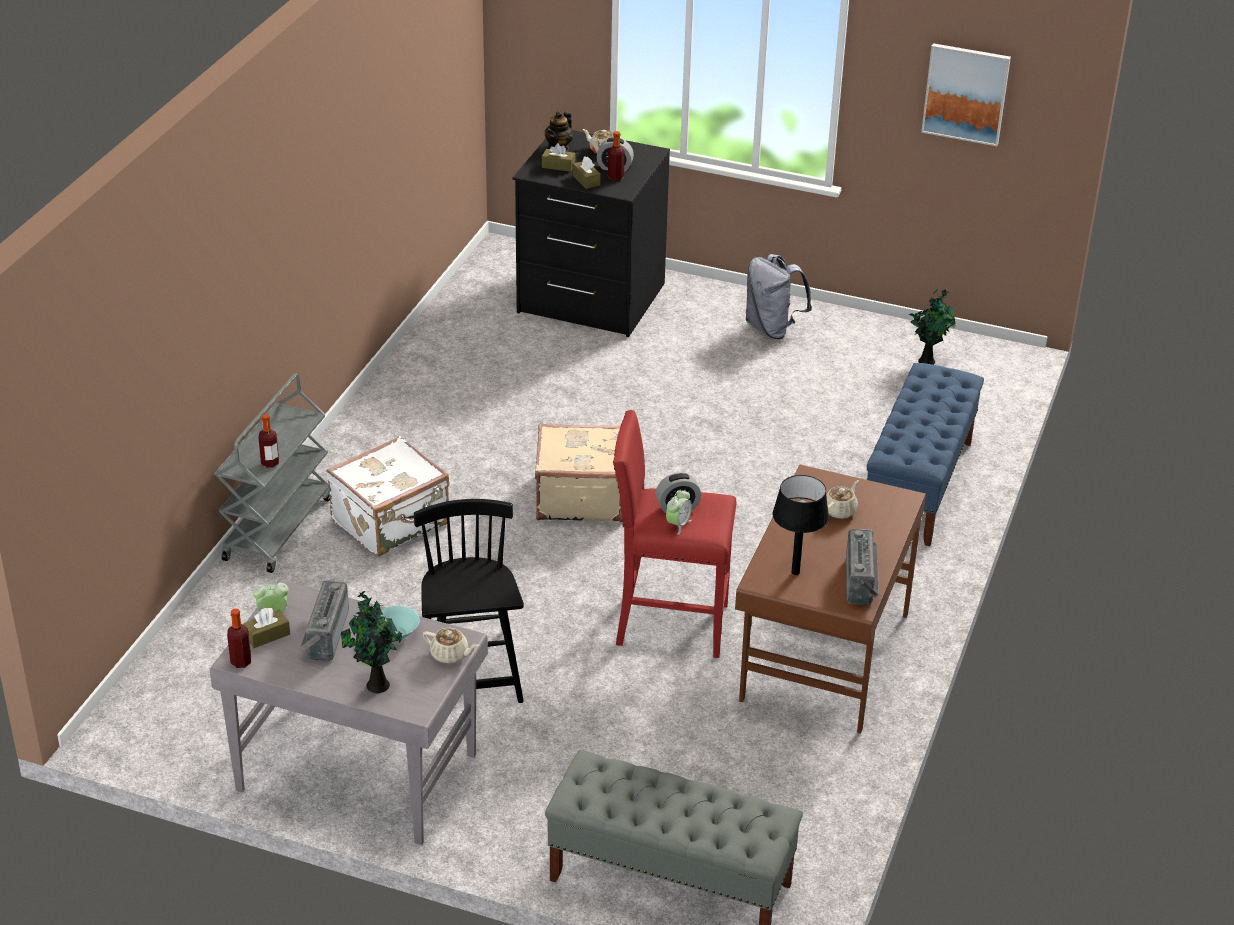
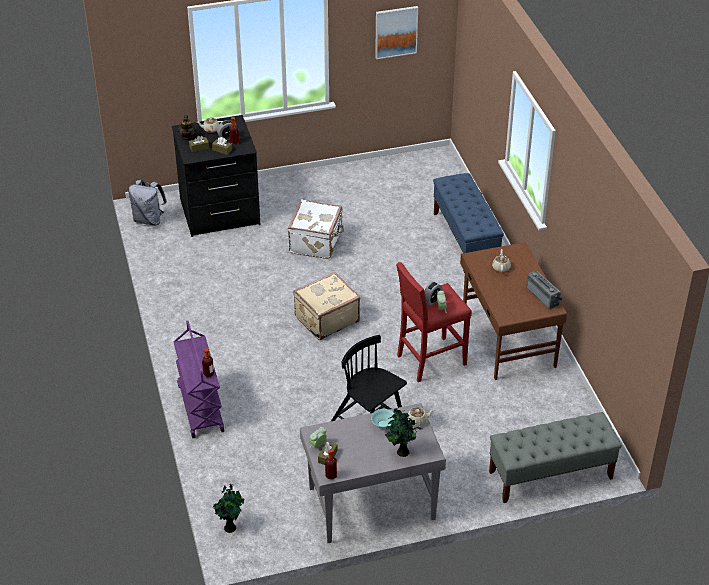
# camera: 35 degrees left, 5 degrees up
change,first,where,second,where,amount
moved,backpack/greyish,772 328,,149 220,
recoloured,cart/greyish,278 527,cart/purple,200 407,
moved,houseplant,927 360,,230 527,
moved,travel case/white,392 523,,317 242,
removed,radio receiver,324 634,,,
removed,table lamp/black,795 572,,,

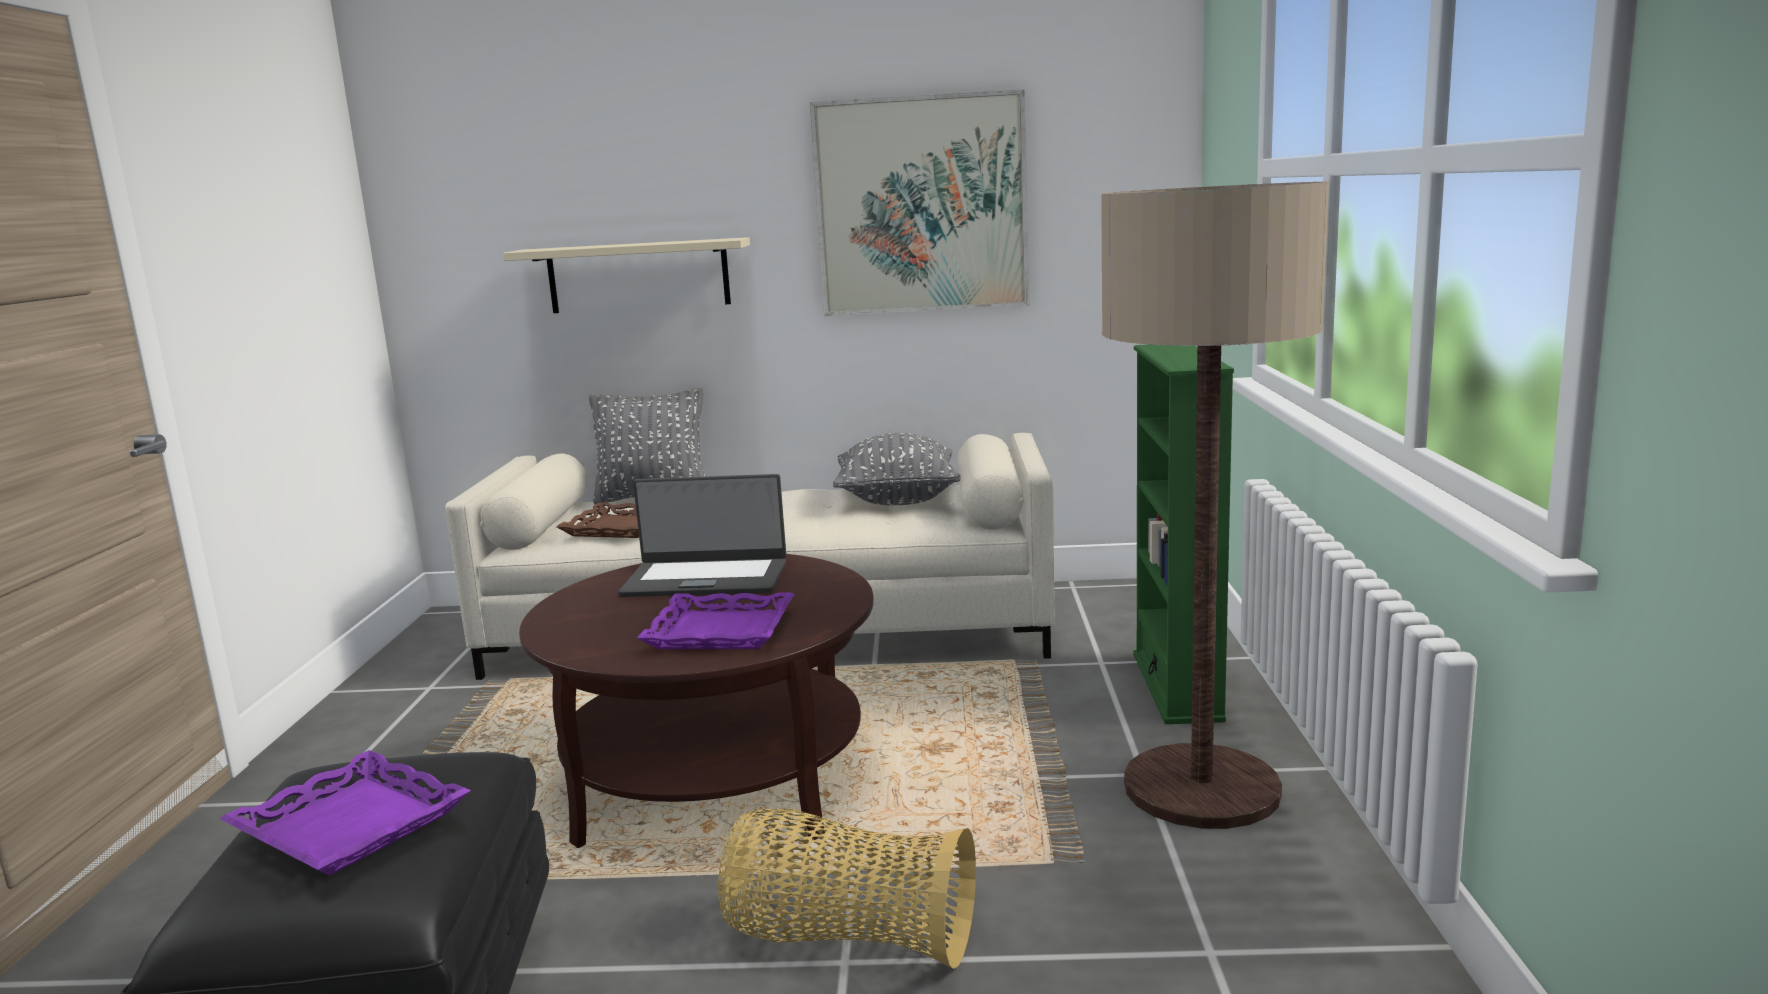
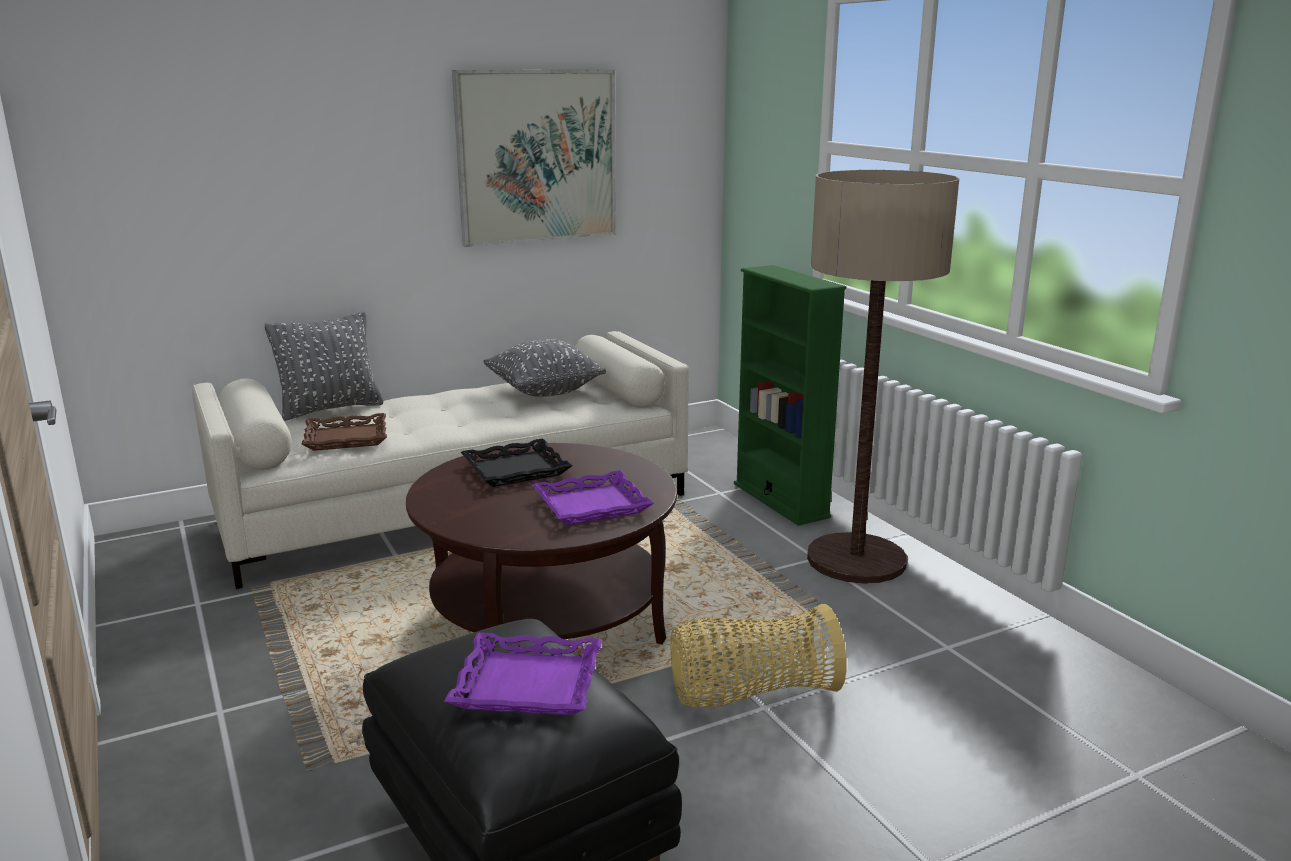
# camera: 30 degrees left, 5 degrees up
change,first,where,second,where,amount
replaced,laptop,706 578,carrying tray/black,516 469,
removed,bracket shelf/beige-coloured,638 276,,,

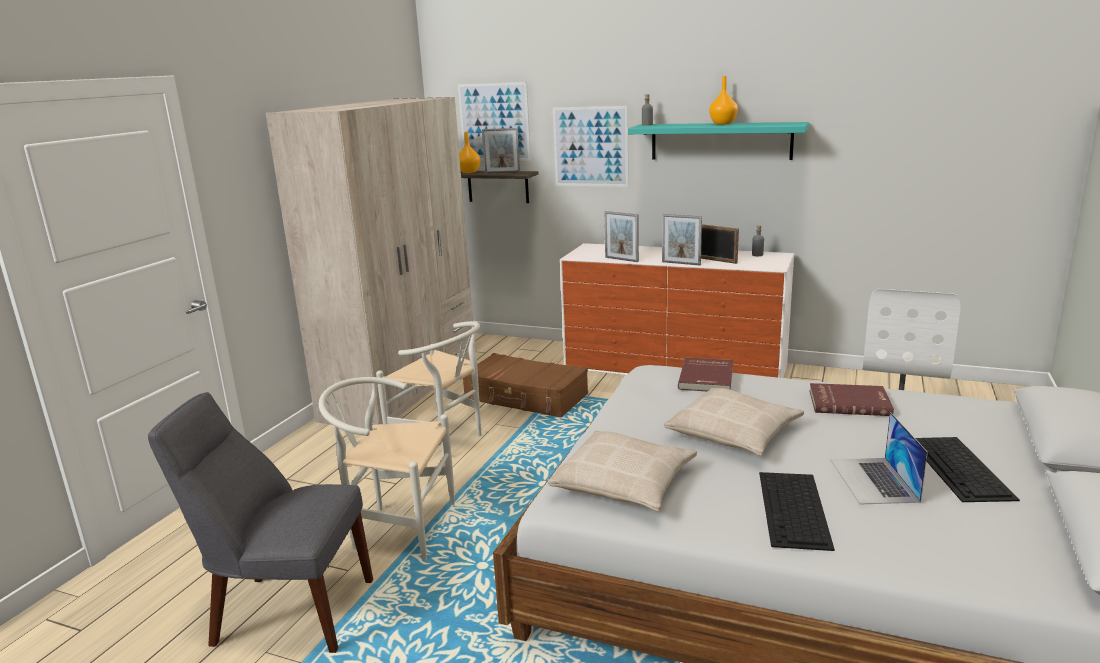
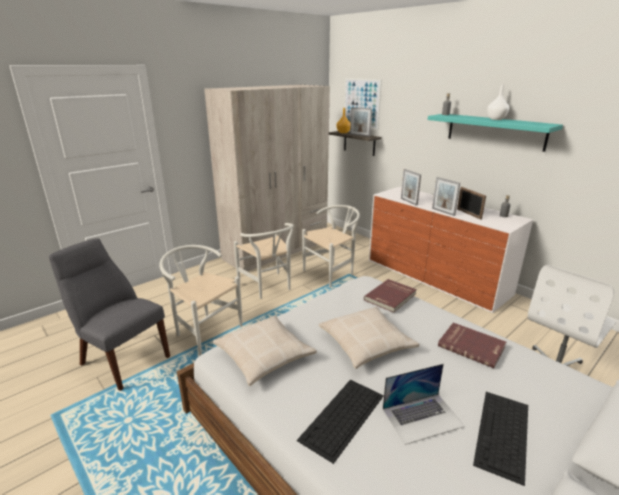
# camera: 25 degrees right, 5 degrees up
change,first,where,second,where,amount
replaced,travel case/brown-coloured,526 397,plain chair/white,332 273,
turned,laptop,873 480,,422 417,135 degrees counterclockwise
recoloured,vase/orange-coloured,722 124,vase/white,495 119,
removed,wall picture,590 146,,,

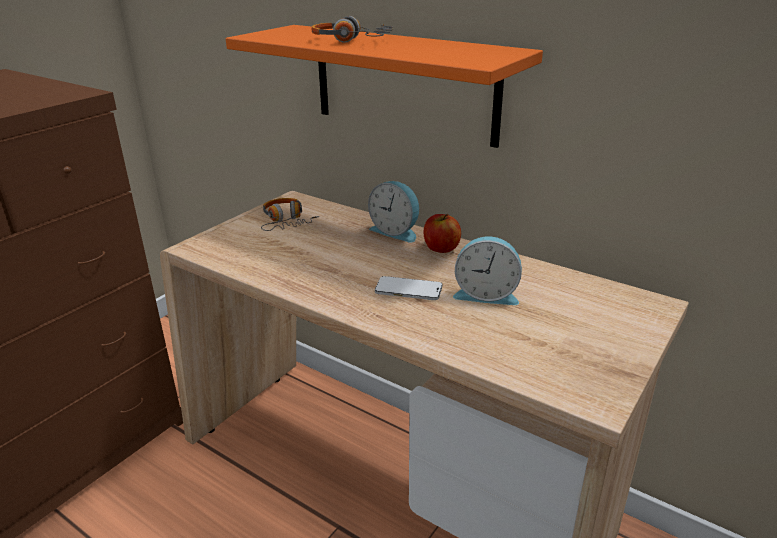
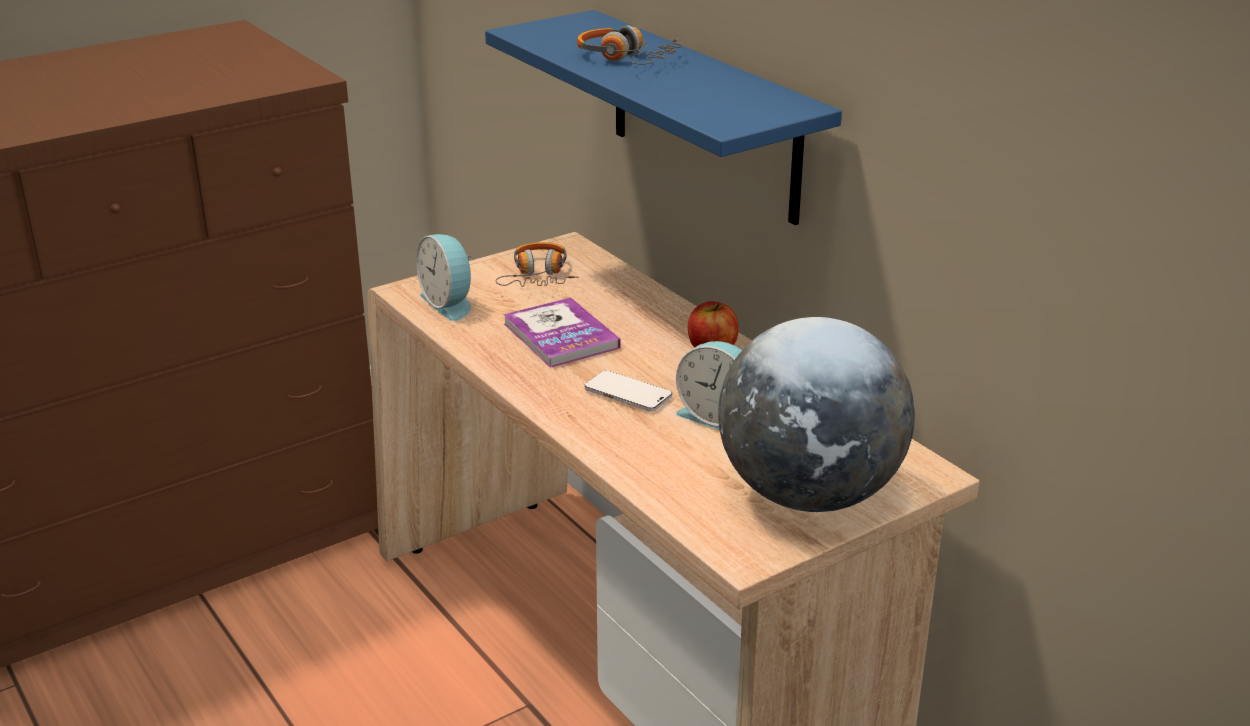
# camera: 20 degrees right, 0 degrees up
change,first,where,second,where,amount
moved,alarm clock,396 231,,449 303,
recoloured,bracket shelf/orange-coloured,403 83,bracket shelf/blue,704 116,
added,,,bound book,561 336,
added,,,desk globe,810 494,

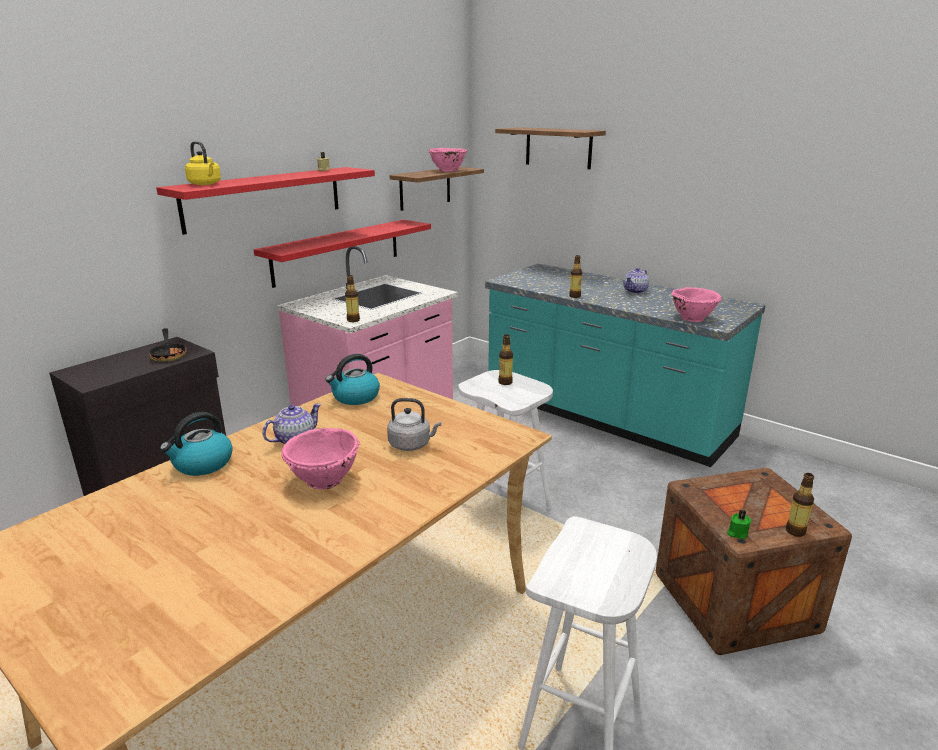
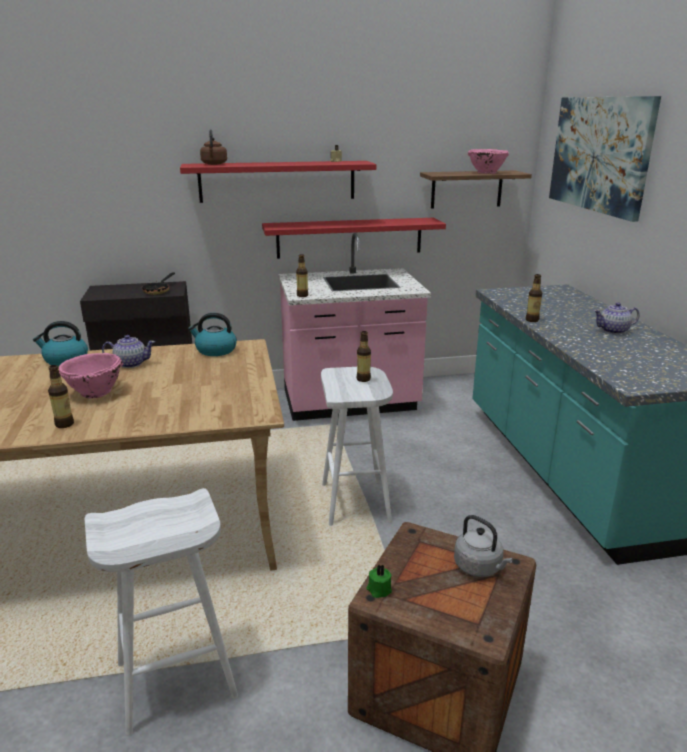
# camera: 40 degrees right, 0 degrees up
change,first,where,second,where,amount
moved,beverage bottle,795 531,,64 424,
recoloured,tea kettle/yellow-coloured,205 184,tea kettle/brown-coloured,214 164,
moved,tea kettle/greyish,412 444,,479 567,
replaced,bracket shelf,558 148,wall picture,599 154,
removed,deep dish/pink,692 318,,,

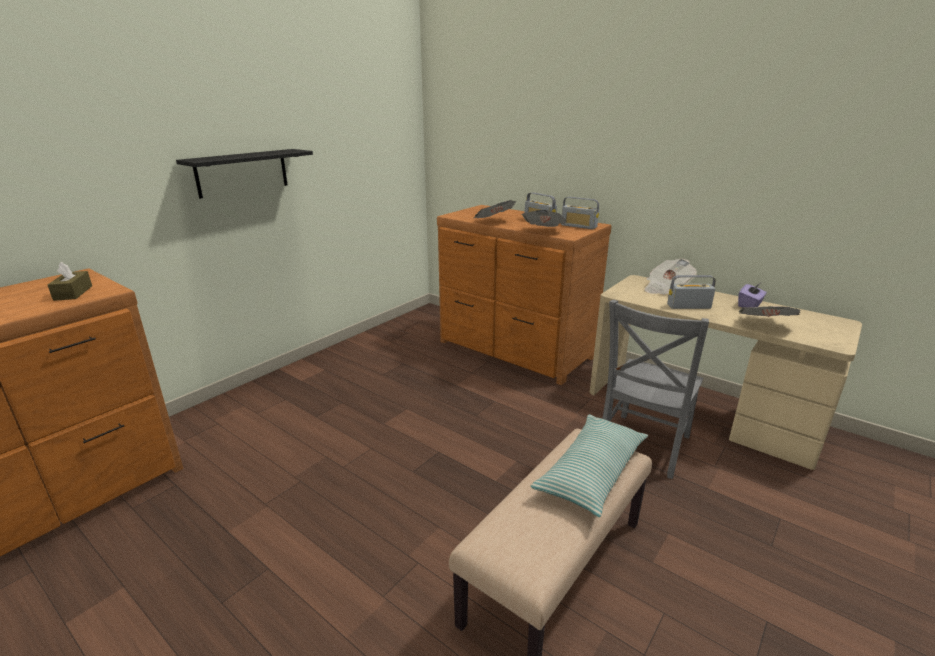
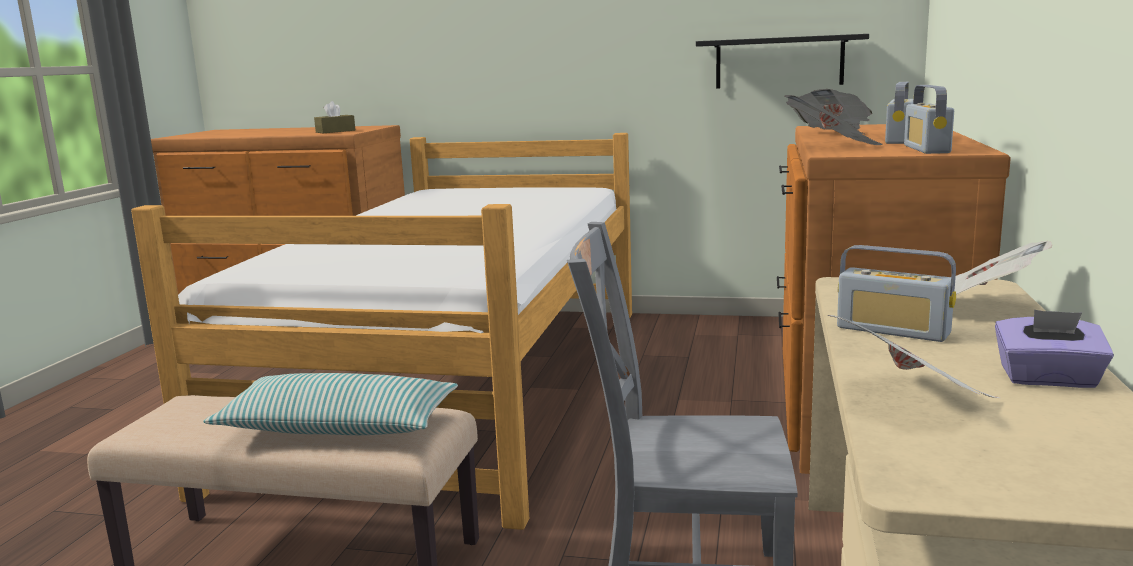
# camera: 65 degrees right, 10 degrees down
change,first,where,second,where,amount
added,,,bed,463 385,
moved,bracket shelf/black,242 172,,779 62,
turned,radio receiver,688 306,,893 330,150 degrees clockwise

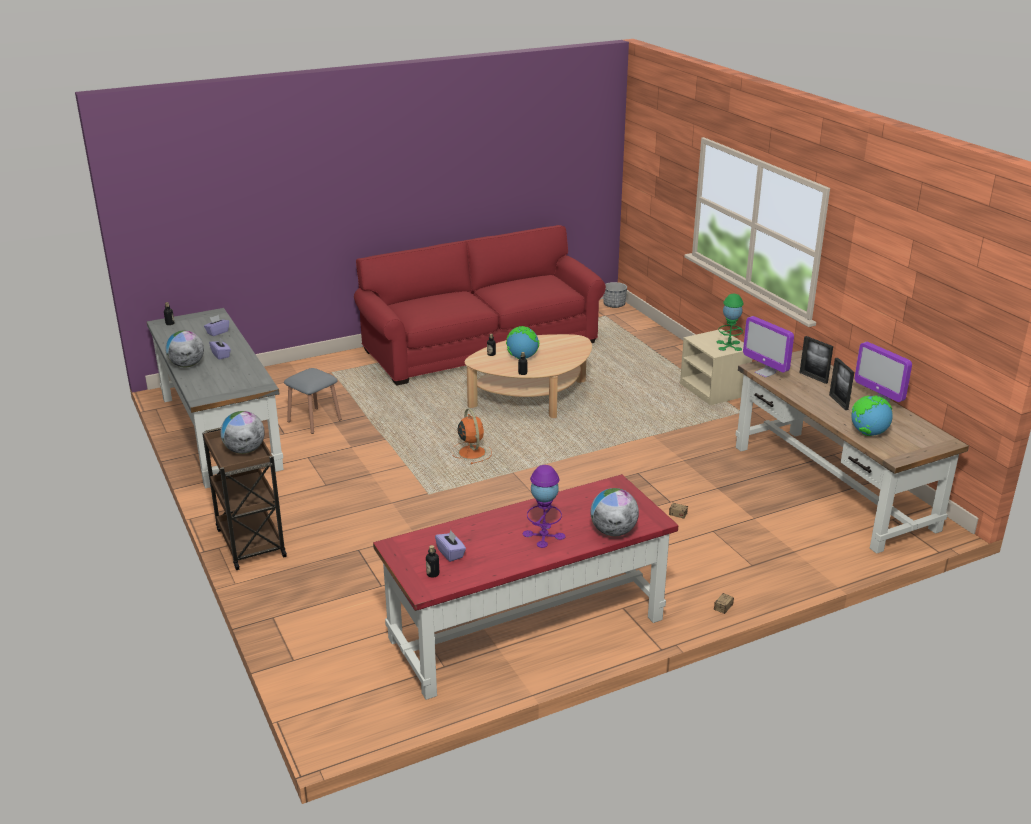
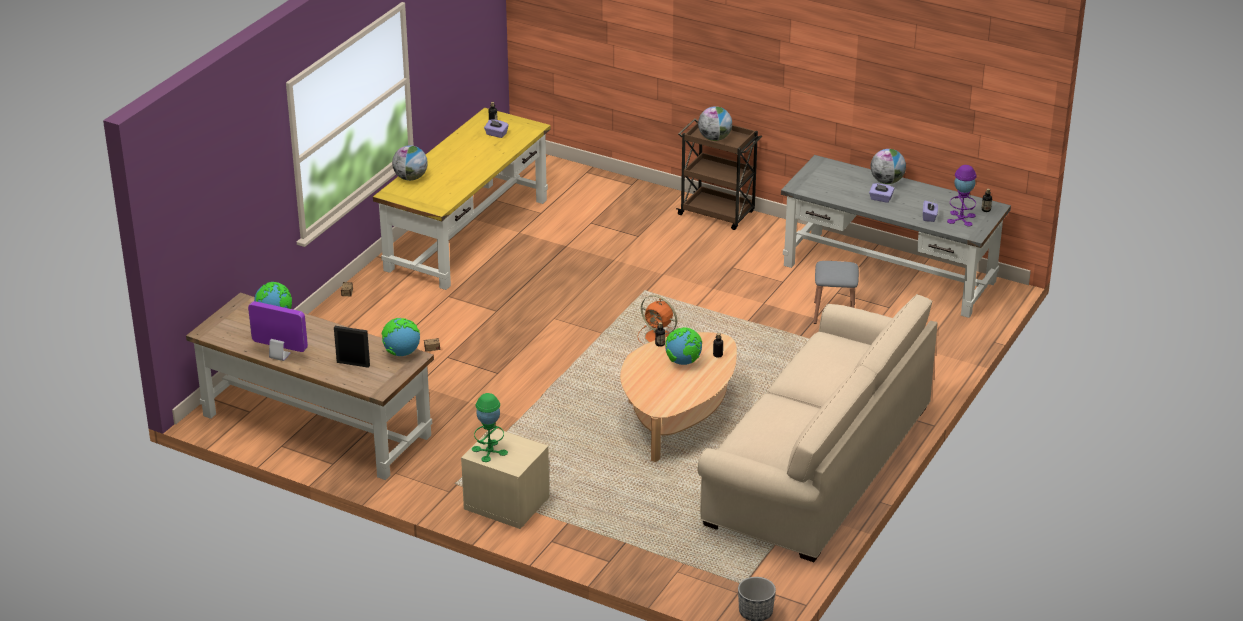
# camera: 145 degrees right, 5 degrees up
change,first,where,second,where,amount
recoloured,desk/red-coloured,526 629,desk/yellow-coloured,467 234,
replaced,computer display,765 373,desk globe,401 353,
recoloured,sofa/red-coloured,480 346,sofa/beige-coloured,818 464,
moved,table lamp/purple,543 535,,961 218,
removed,photo frame,838 402,,,

